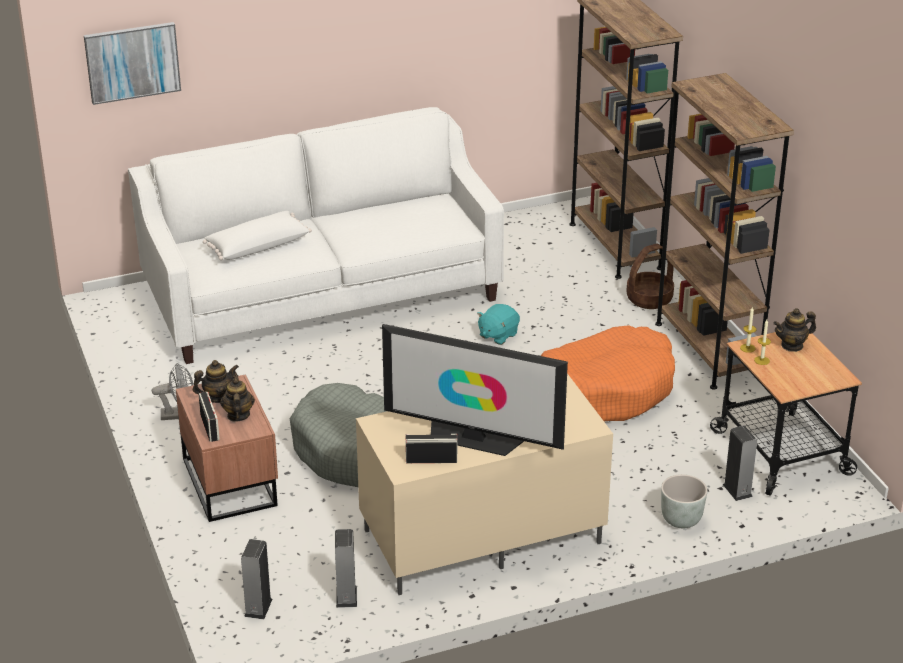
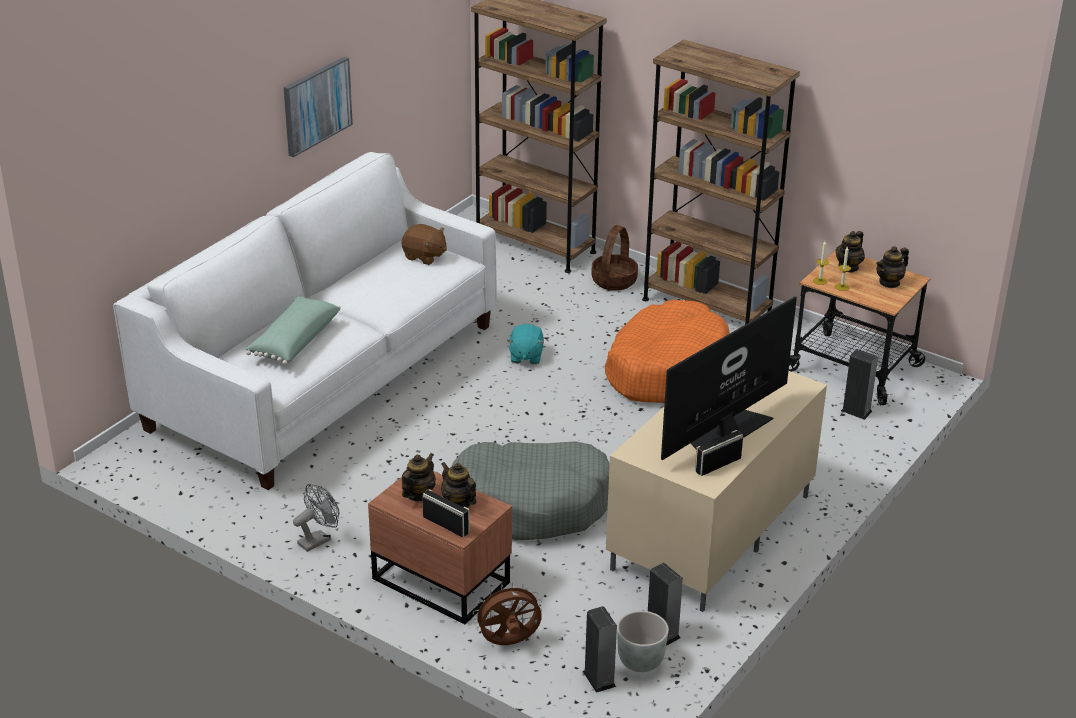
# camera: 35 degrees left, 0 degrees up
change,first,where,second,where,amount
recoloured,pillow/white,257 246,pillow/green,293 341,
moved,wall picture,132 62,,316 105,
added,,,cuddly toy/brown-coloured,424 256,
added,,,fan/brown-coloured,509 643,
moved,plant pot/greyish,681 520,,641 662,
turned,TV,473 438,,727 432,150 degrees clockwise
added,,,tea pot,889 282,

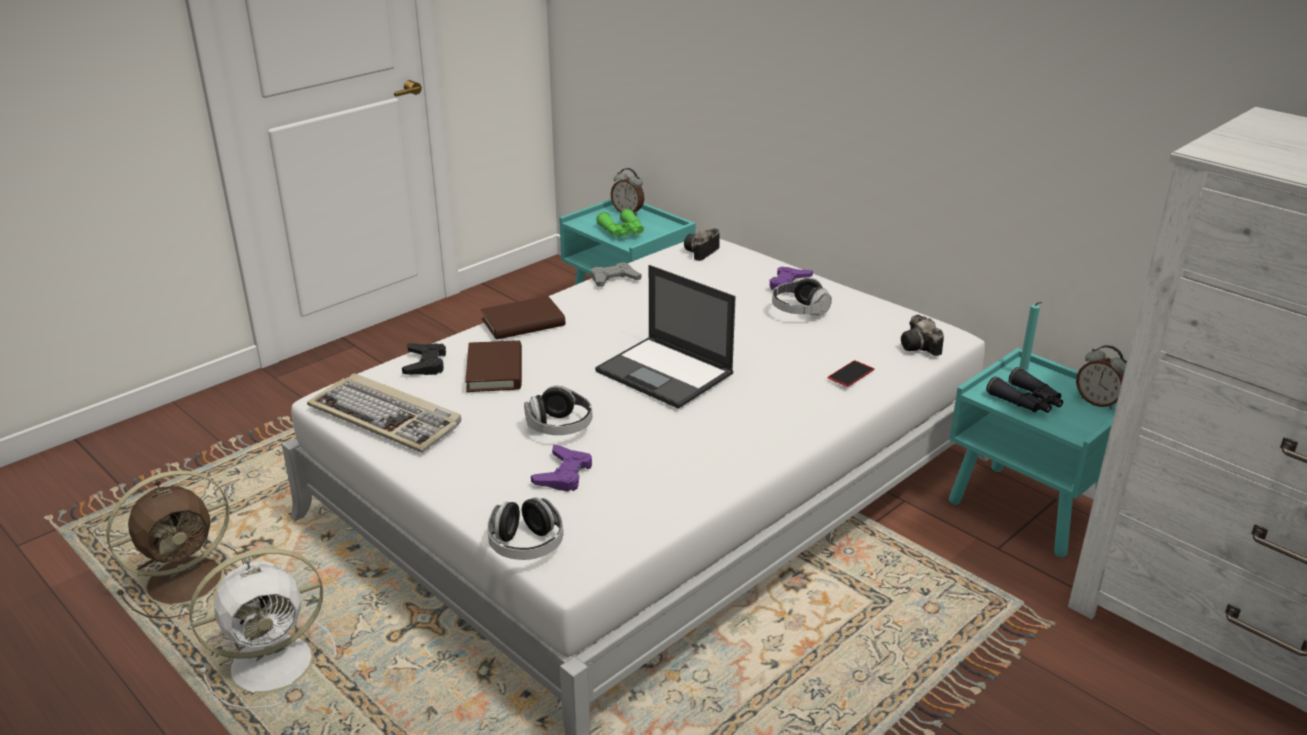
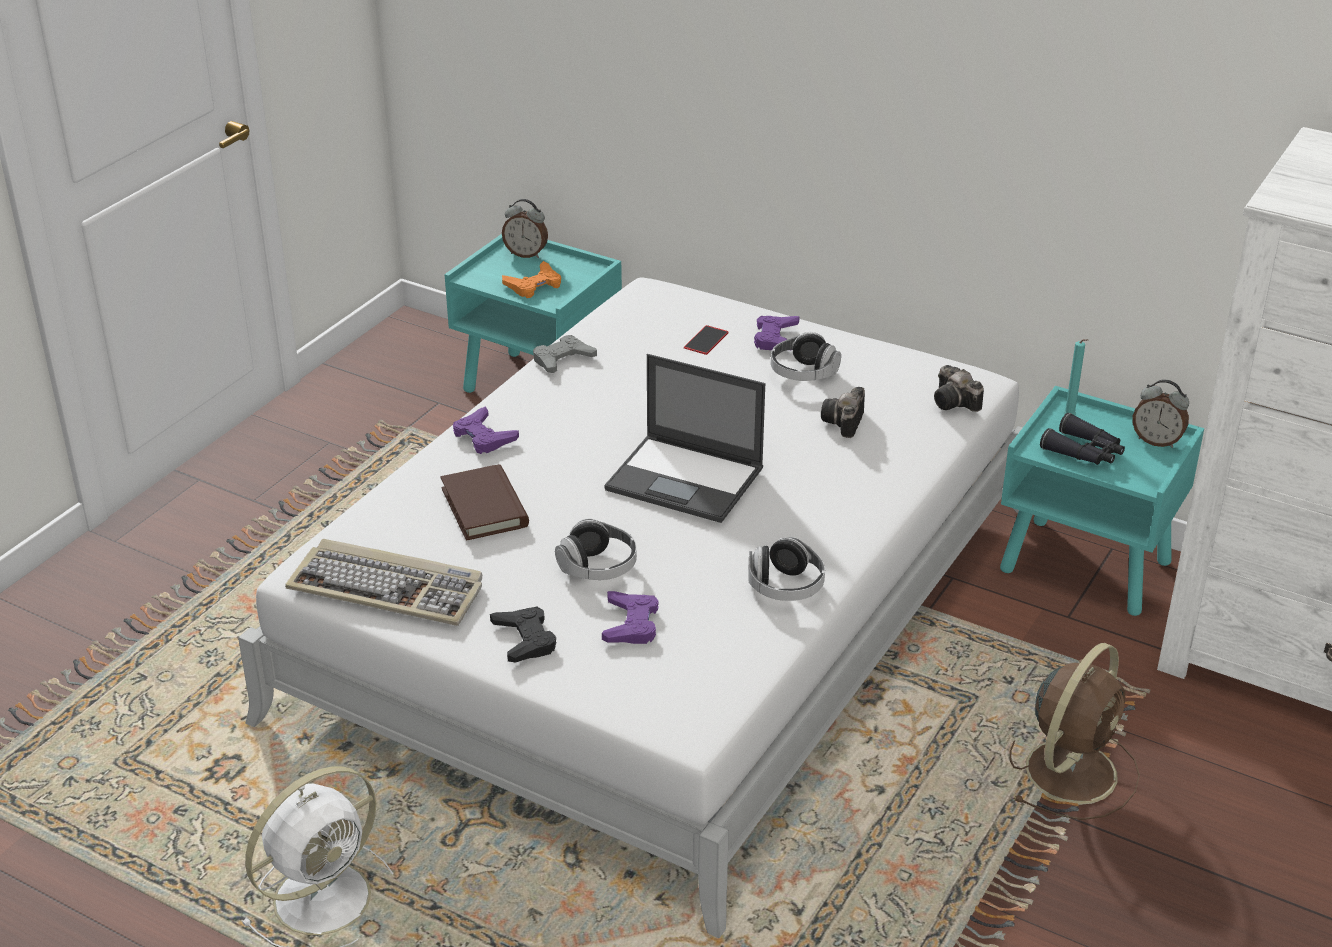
# camera: 15 degrees left, 5 degrees up
change,first,where,second,where,amount
replaced,bound book/brown-coloured,523 322,game controller/purple,483 437,
moved,game controller/black,425 364,,525 639,
replaced,binoculars/green,623 232,game controller/orange-coloured,534 285,
moved,phone,851 373,,706 340,
moved,pair of headphones,526 545,,785 587,
moved,photo camera,700 253,,844 423,
moved,fan/brown-coloured,188 579,,1072 769,

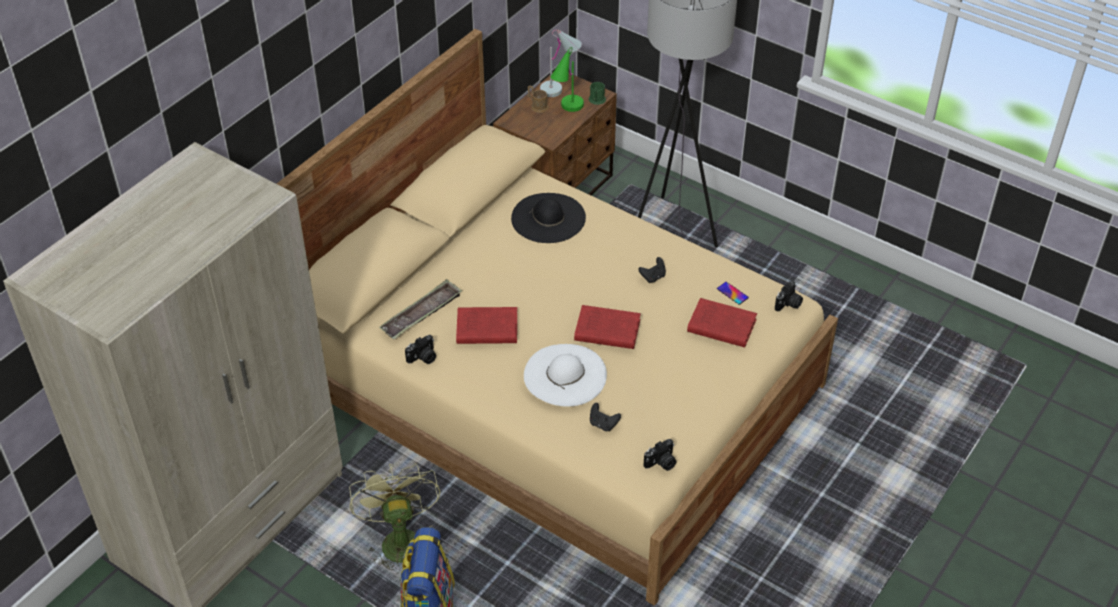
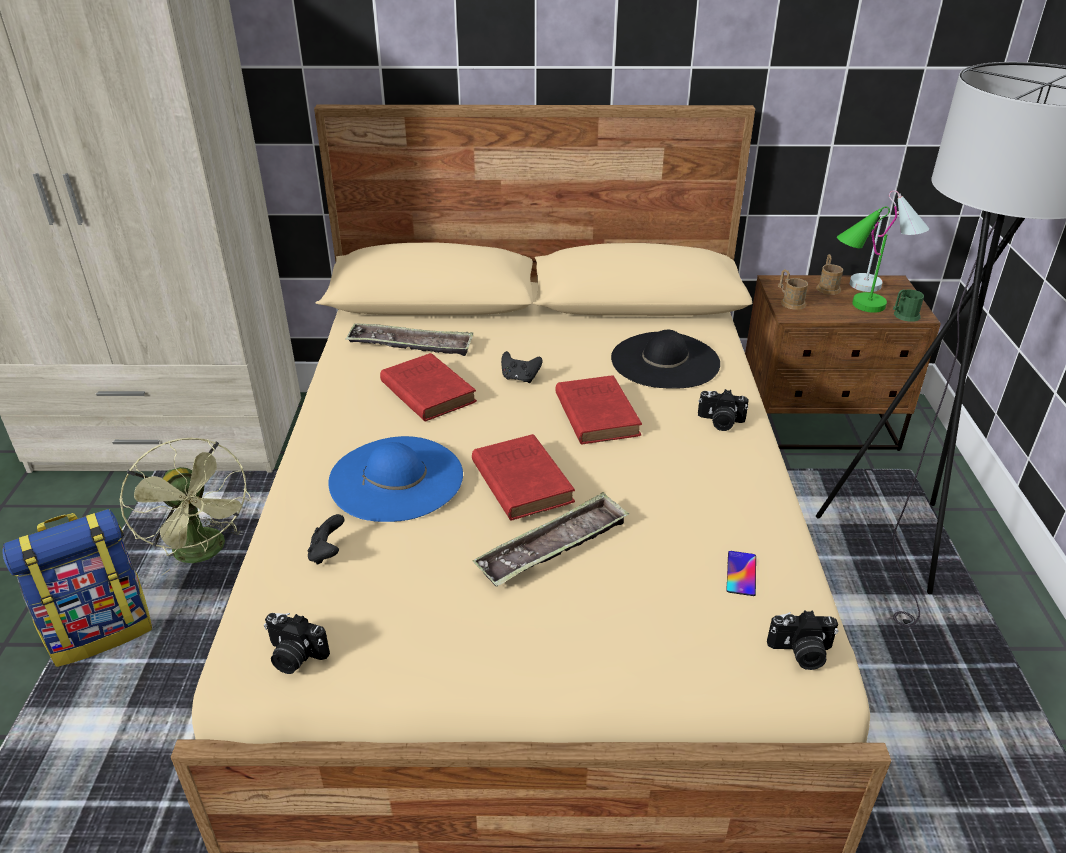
# camera: 55 degrees right, 10 degrees down
change,first,where,second,where,amount
turned,fan/green,398 539,,205 553,105 degrees clockwise
recoloured,clothing hat/white,565 375,clothing hat/blue,396 478,
added,,,carrying tray,553 547,
moved,game controller/black,653 277,,520 378,
moved,bound book/red-coloured,719 325,,596 413,
moved,photo camera,423 358,,720 422,
added,,,mug/brown-coloured,790 302,

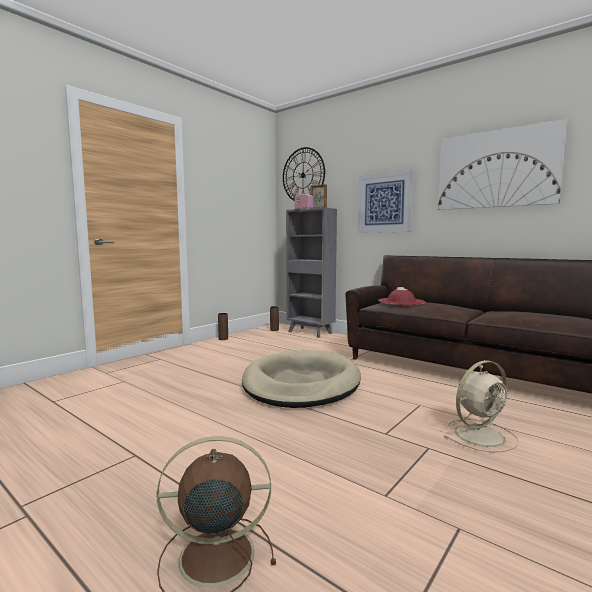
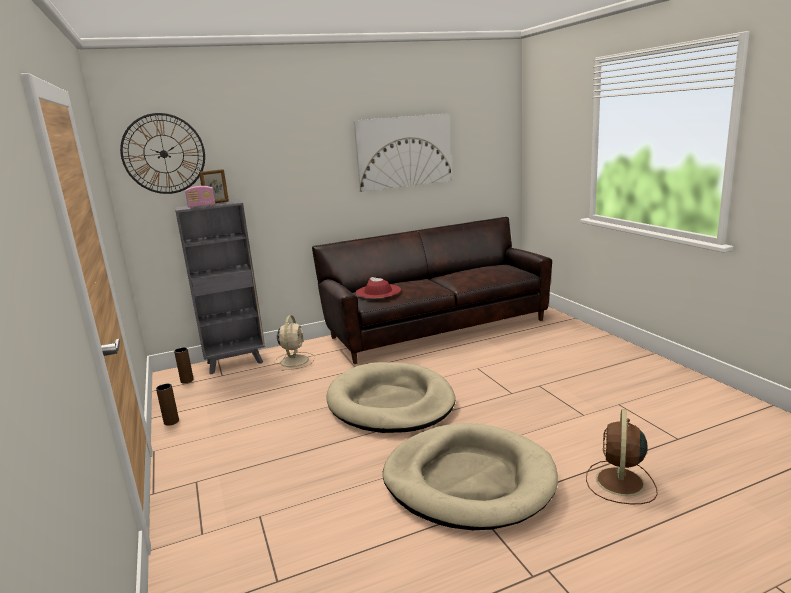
# camera: 60 degrees left, 10 degrees up
change,first,where,second,where,amount
moved,fan/beige-coloured,481 435,,294 360,
added,,,dog bed/beige-coloured,468 480,
removed,wall picture,384 203,,,

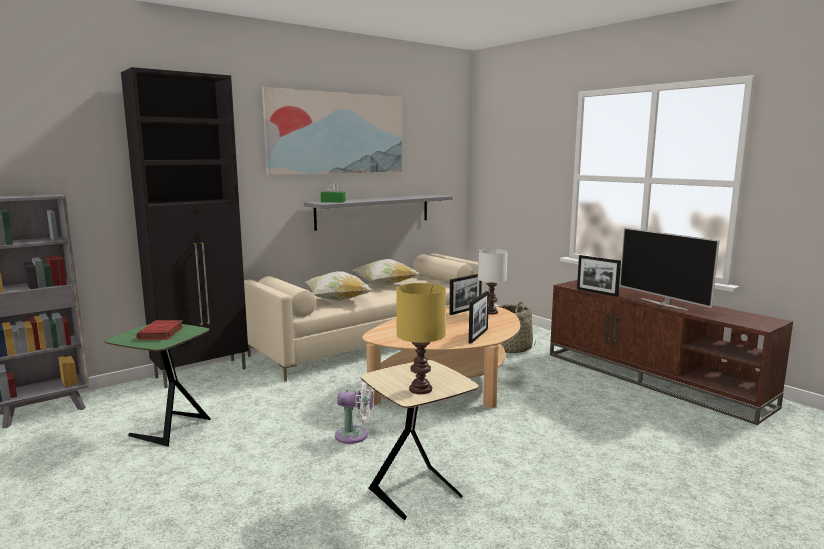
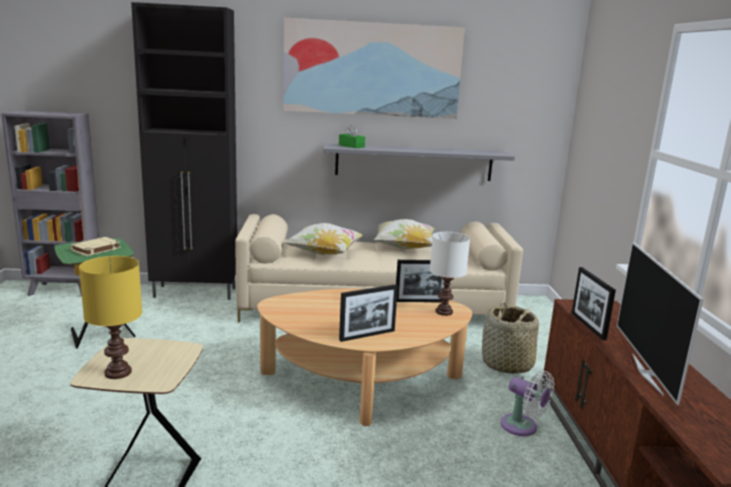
# camera: 35 degrees right, 5 degrees up
change,first,where,second,where,amount
recoloured,bound book/red-coloured,161 333,bound book/beige-coloured,95 249,
moved,fan/white,355 435,,522 427,

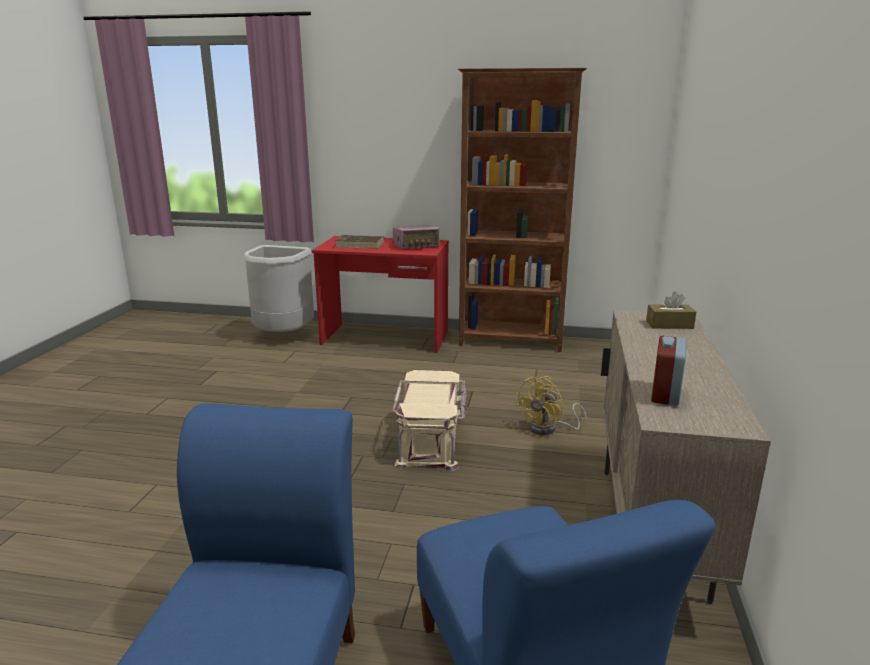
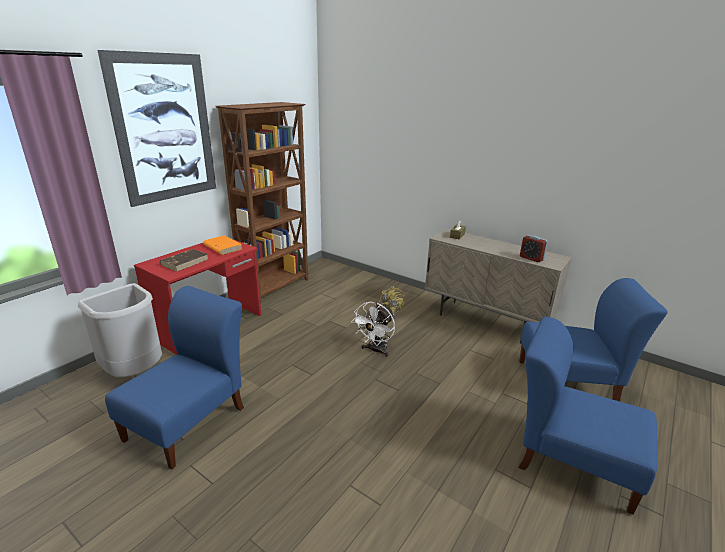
# camera: 65 degrees left, 5 degrees up
change,first,where,second,where,amount
added,,,wall picture,165 129,
added,,,plain chair/blue,190 420,
replaced,radio receiver,416 246,bound book/orange-coloured,222 247,
replaced,storage box/beige-coloured,431 440,fan/white,375 350,

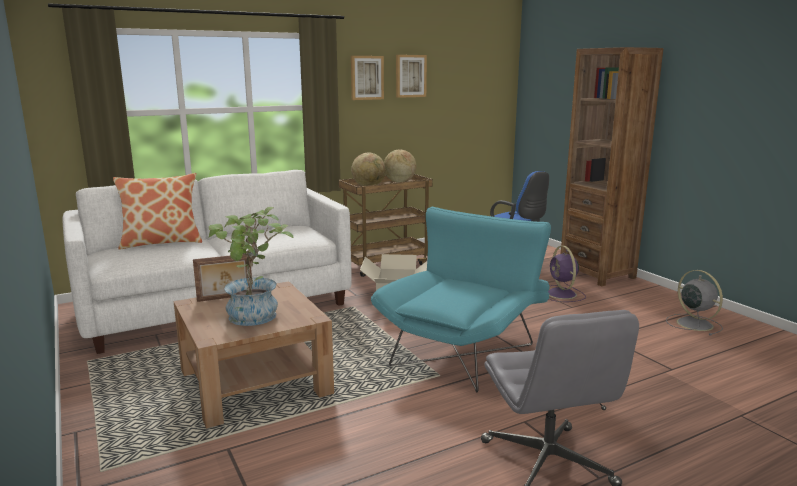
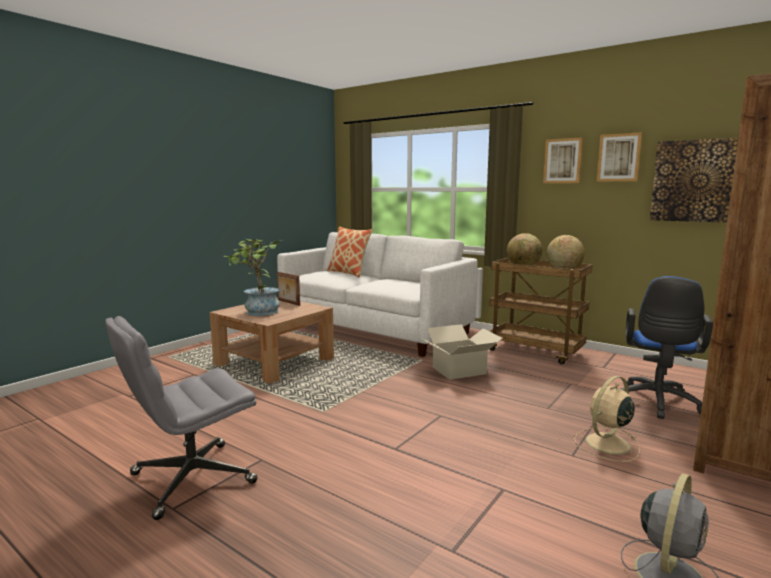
# camera: 65 degrees right, 5 degrees down
change,first,where,second,where,amount
recoloured,fan/purple,562 294,fan/beige-coloured,606 444,
added,,,wall picture,699 181,
removed,easy chair/blue-green,466 349,,,

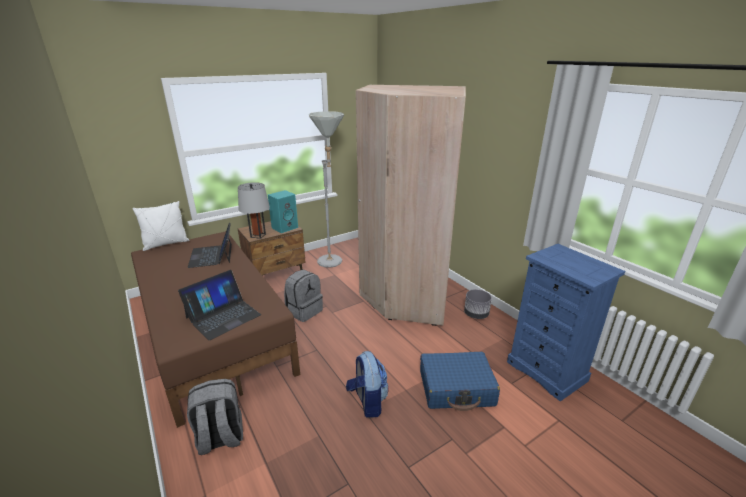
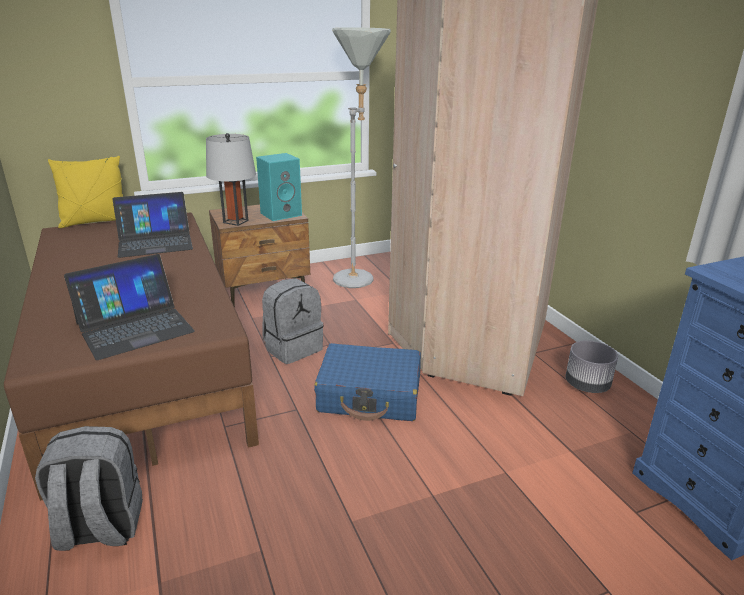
# camera: 10 degrees right, 0 degrees up
change,first,where,second,where,amount
recoloured,pillow/white,166 244,pillow/yellow-coloured,95 222,
turned,laptop,212 255,,155 242,105 degrees counterclockwise
moved,travel case/blue,456 388,,370 395,
removed,backpack,367 402,,,

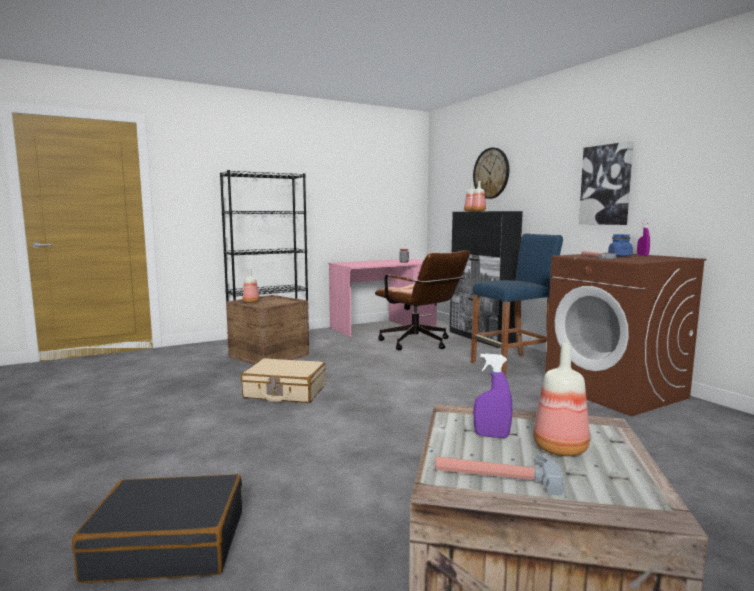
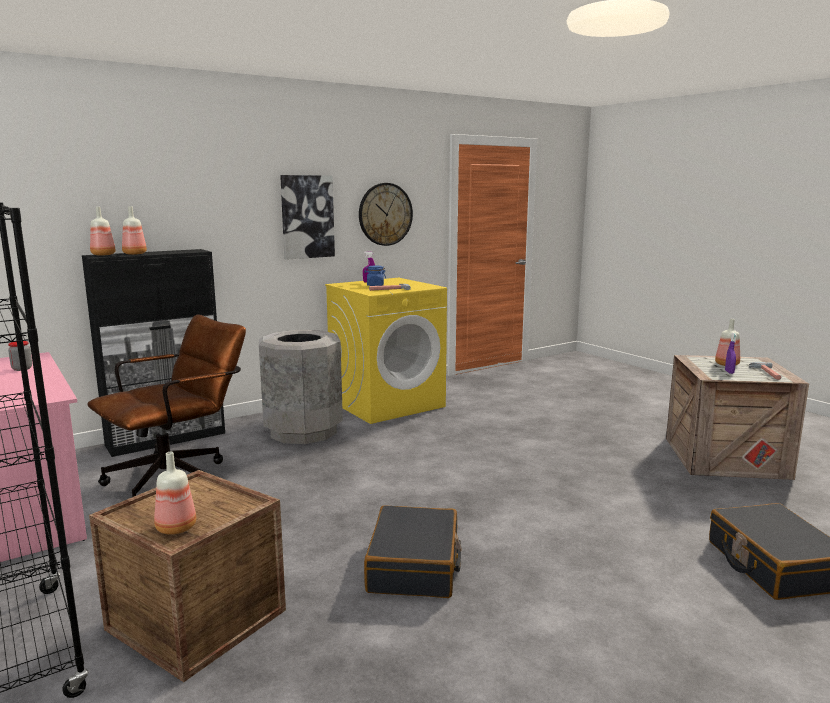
# camera: 95 degrees left, 5 degrees up
change,first,where,second,where,amount
replaced,stool/blue,512 365,waste bin/greyish,303 431,
recoloured,laundry machine/brown-coloured,615 391,laundry machine/yellow-coloured,387 403,
moved,hanging clock,491 173,,385 214,
recoloured,travel case/beige-coloured,285 392,travel case/black,414 566,

